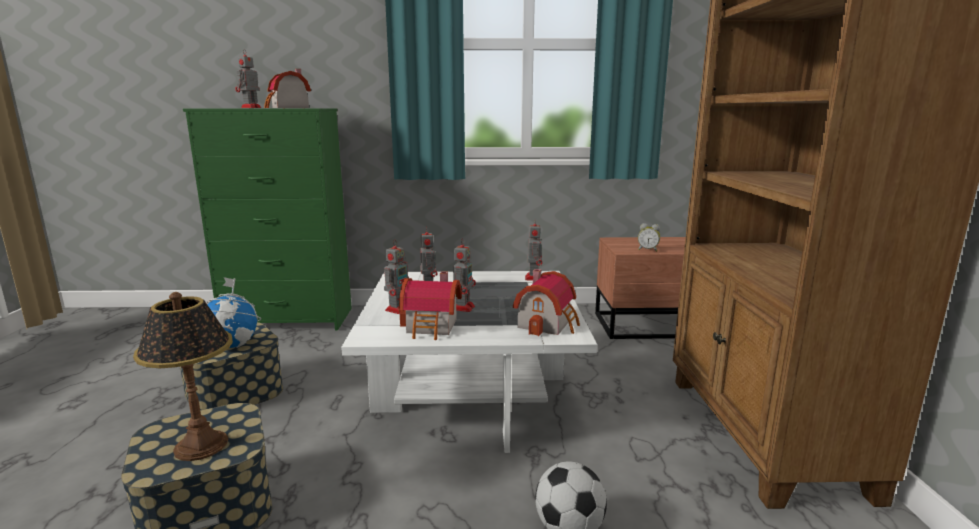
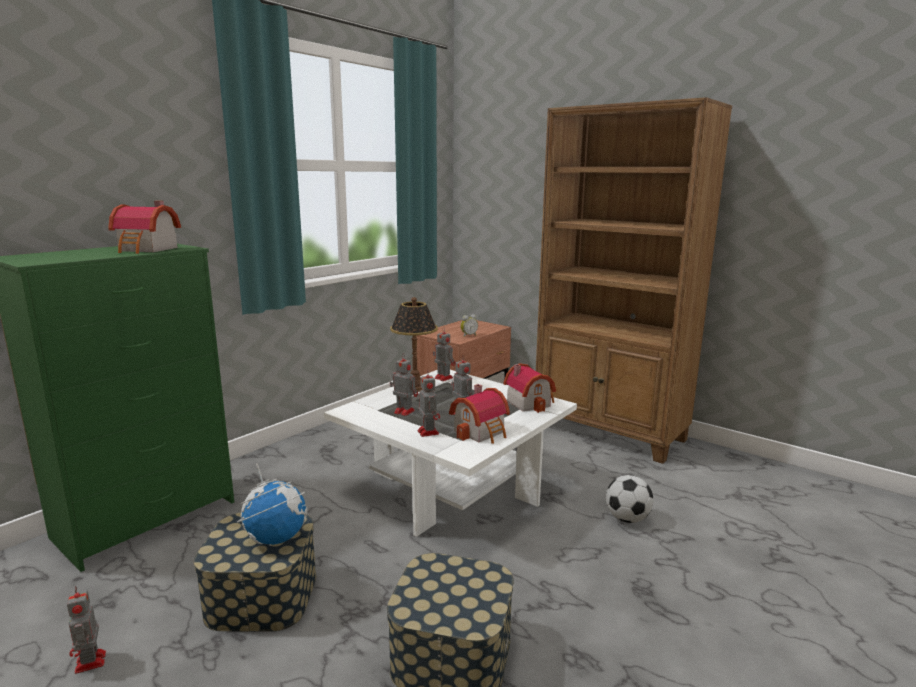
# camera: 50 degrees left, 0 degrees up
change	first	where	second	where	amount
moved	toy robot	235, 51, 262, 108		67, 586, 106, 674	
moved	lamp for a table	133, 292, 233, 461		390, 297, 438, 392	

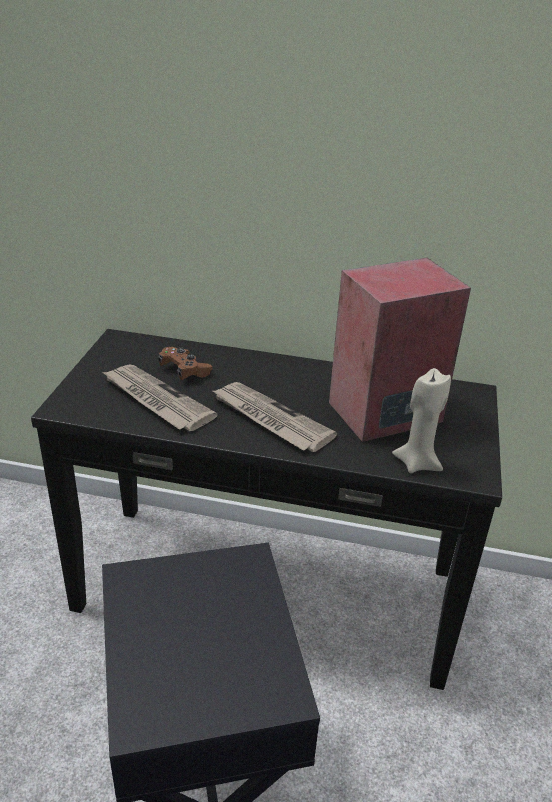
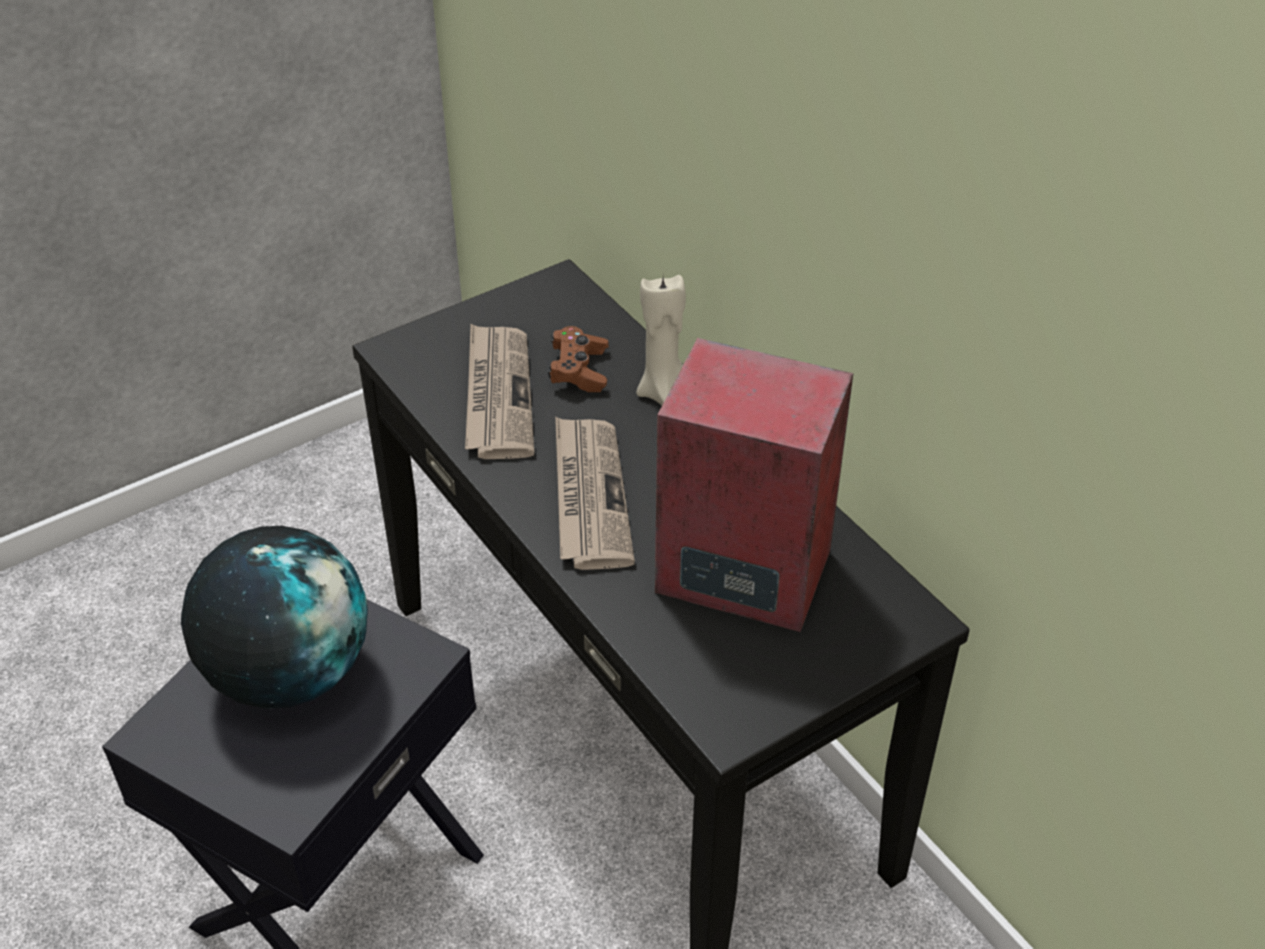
# camera: 45 degrees right, 10 degrees up
change	first	where	second	where	amount
moved	wax candle (beige)	392, 368, 451, 473		636, 275, 686, 406	
added			world globe	181, 526, 368, 709	

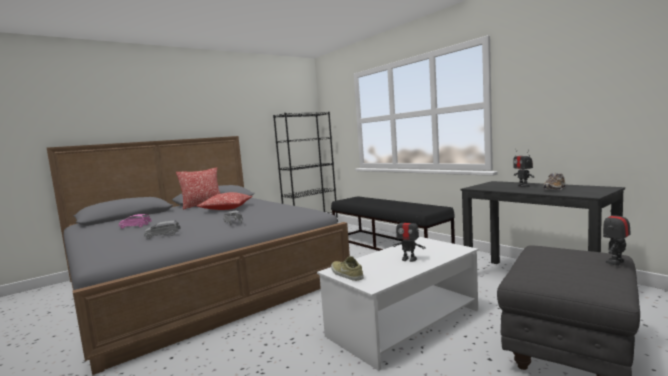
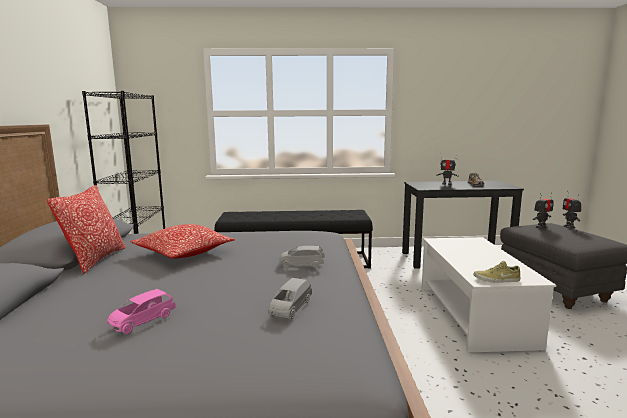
# camera: 55 degrees left, 5 degrees up
change	first	where	second	where	amount
moved	toy robot	394, 214, 426, 262		533, 193, 554, 229	

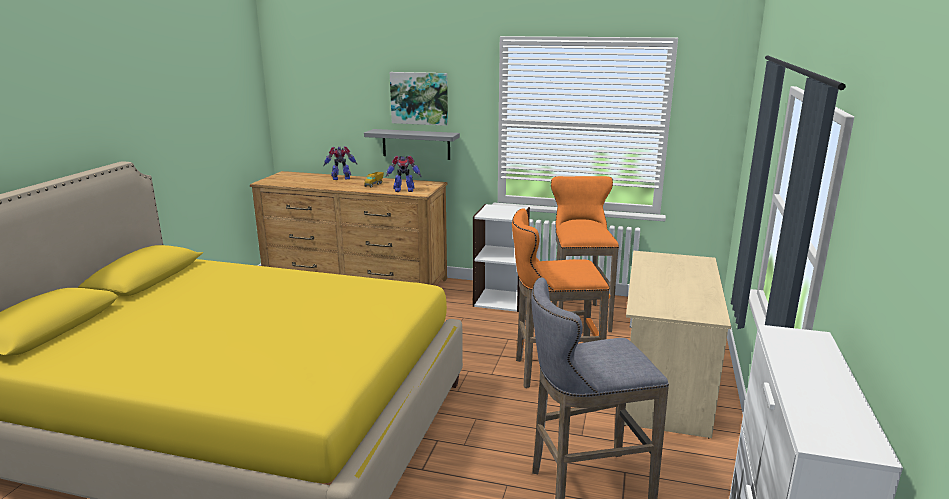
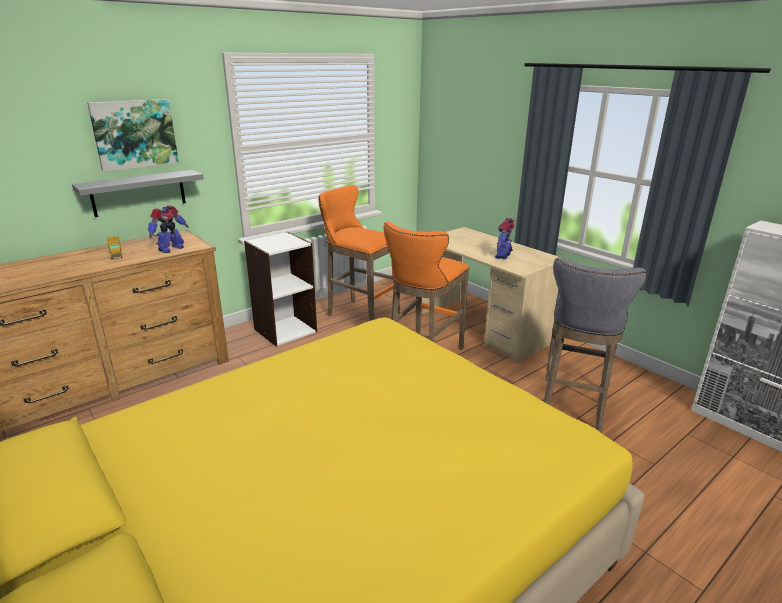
# camera: 55 degrees left, 5 degrees up
change	first	where	second	where	amount
moved	toy robot	324, 146, 357, 180		495, 218, 515, 260	

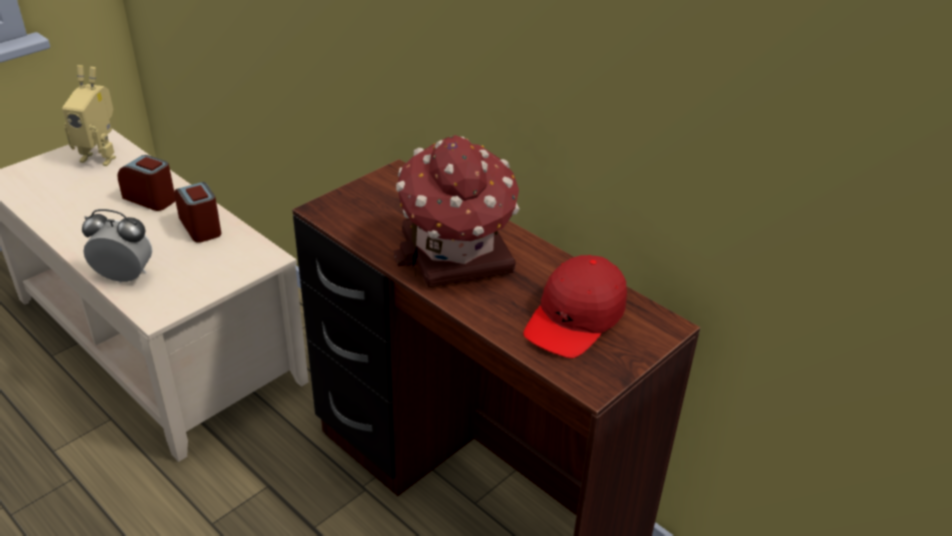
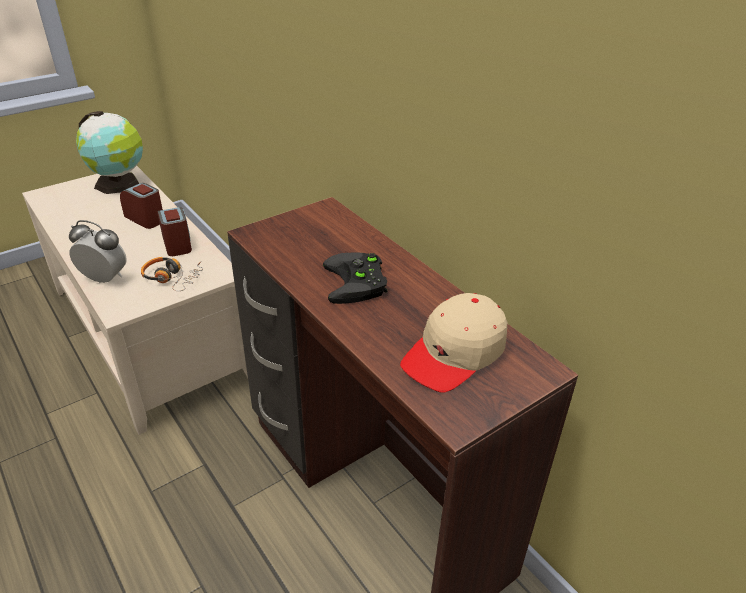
# camera: 10 degrees right, 0 degrees up
change	first	where	second	where	amount
replaced	toy robot	62, 65, 116, 166	world globe	76, 111, 143, 194	
replaced	miniature house	393, 135, 520, 287	game controller (black-coloured)	323, 252, 387, 304	
recoloured	cap (red)	523, 255, 627, 358	cap (beige)	400, 293, 508, 393	
added			headphones	141, 257, 203, 291	

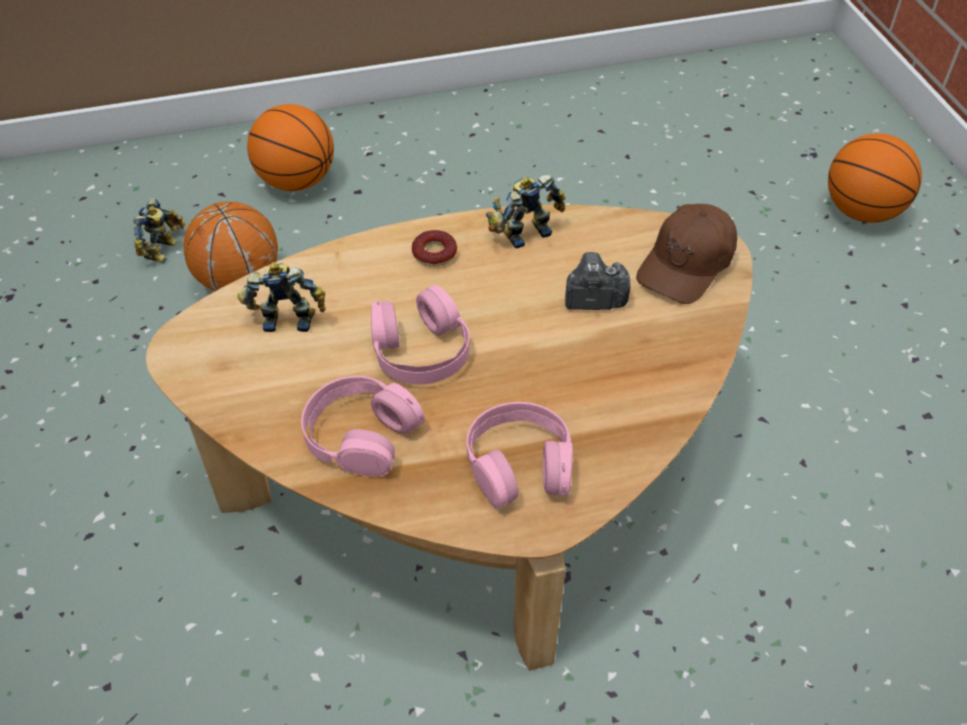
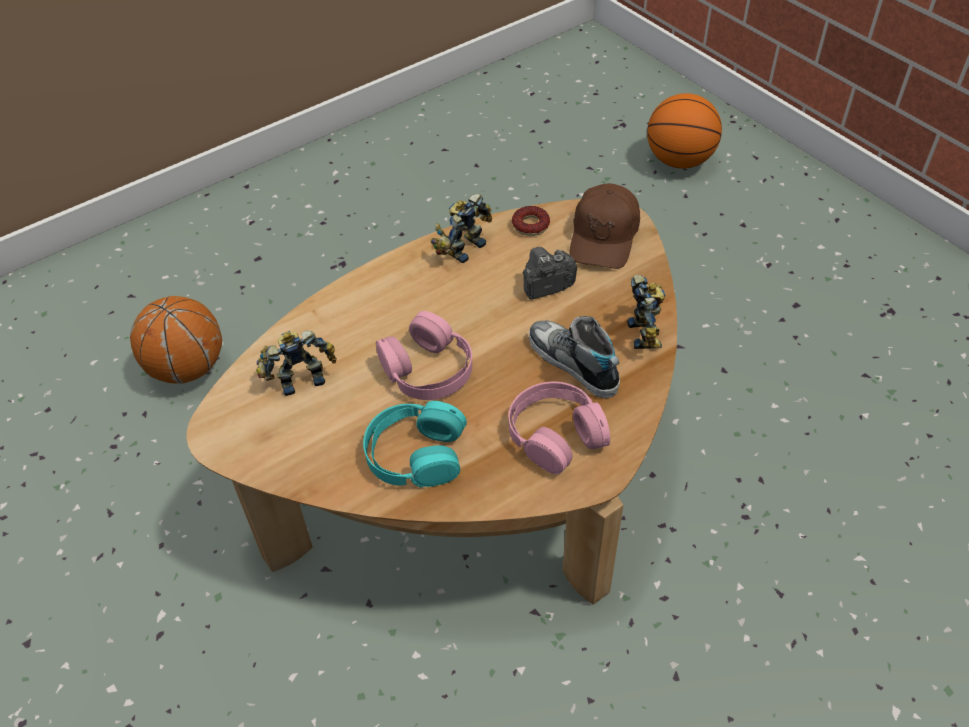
# camera: 20 degrees left, 0 degrees up
change	first	where	second	where	amount
removed	basketball	247, 104, 334, 191			
moved	toy robot	133, 198, 185, 263		627, 274, 665, 349	
moved	ring doughnut	412, 230, 457, 267		512, 206, 550, 236	
recoloured	headphones (pink)	301, 376, 425, 477	headphones (blue-green)	363, 401, 467, 487	
added			shoe	529, 316, 620, 399	

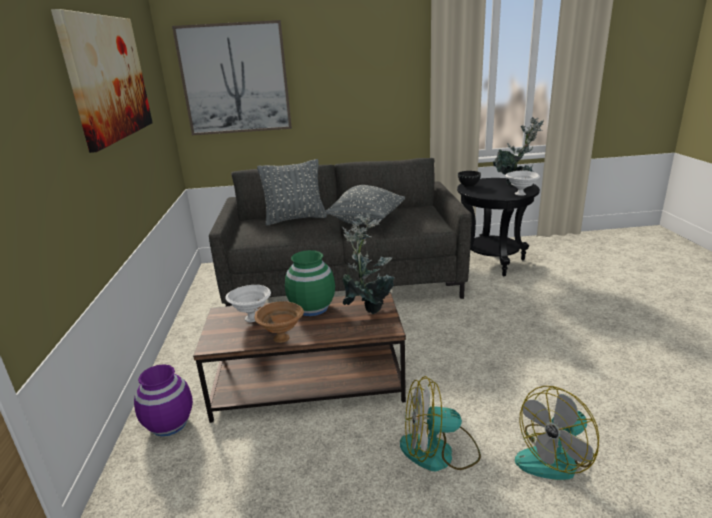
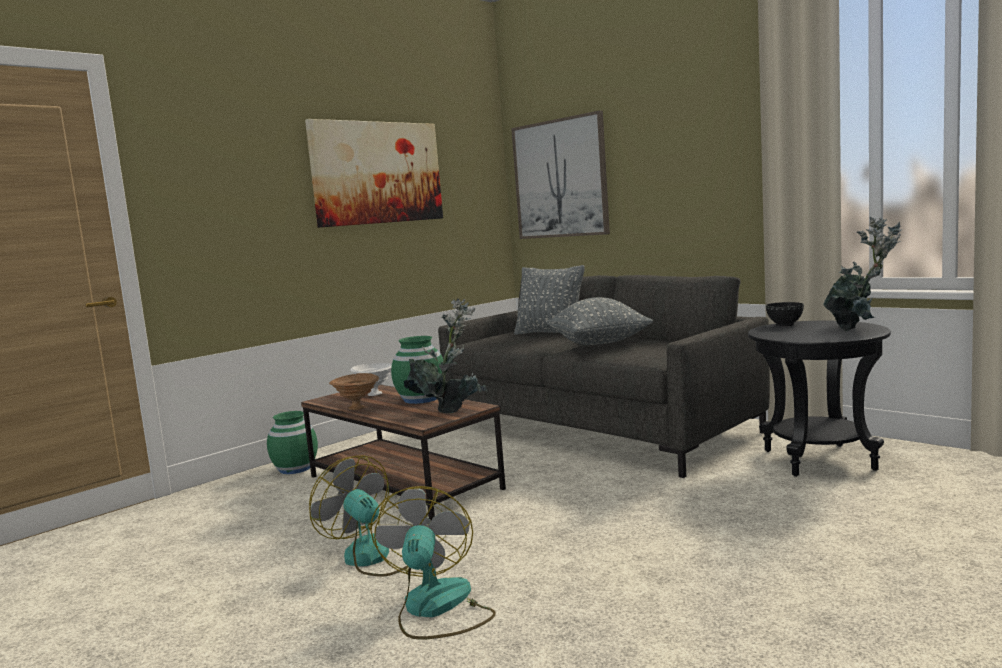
# camera: 50 degrees right, 15 degrees down
change	first	where	second	where	amount
removed	bowl (white)	505, 170, 540, 196			
recoloured	flower vase (purple)	134, 364, 193, 437	flower vase (green)	267, 411, 318, 474	
turned	fan	515, 386, 599, 480		370, 486, 496, 639	75 degrees clockwise

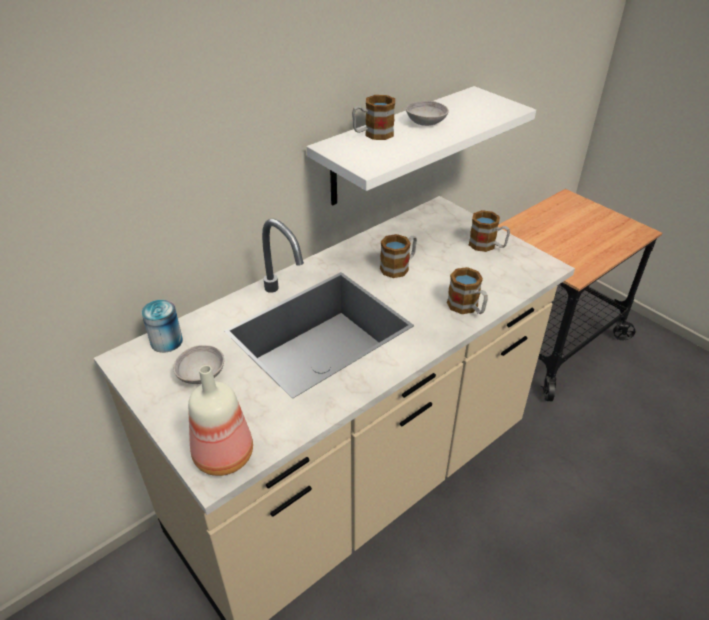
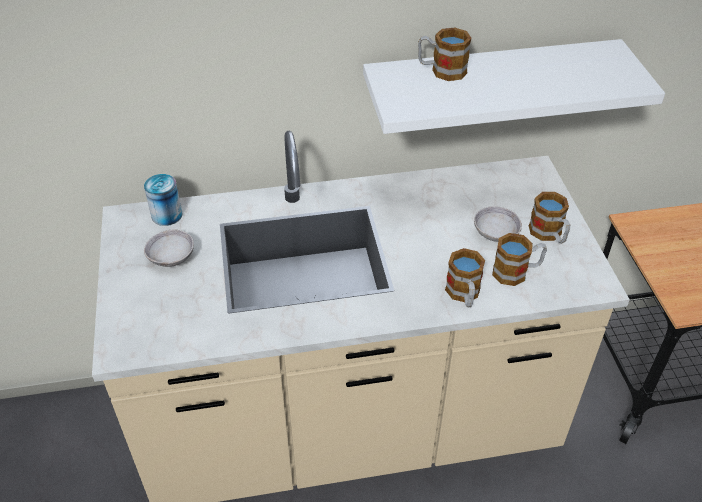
# camera: 30 degrees right, 5 degrees up
change	first	where	second	where	amount
moved	bowl (gray)	406, 101, 449, 126		474, 206, 522, 242	
moved	tea mug	380, 234, 417, 278		492, 233, 547, 286	
removed	bottle	188, 365, 253, 476			

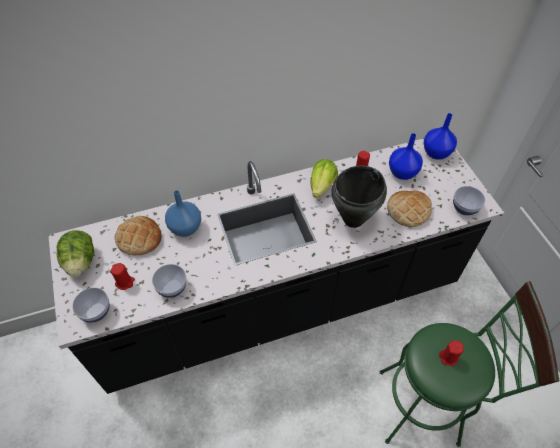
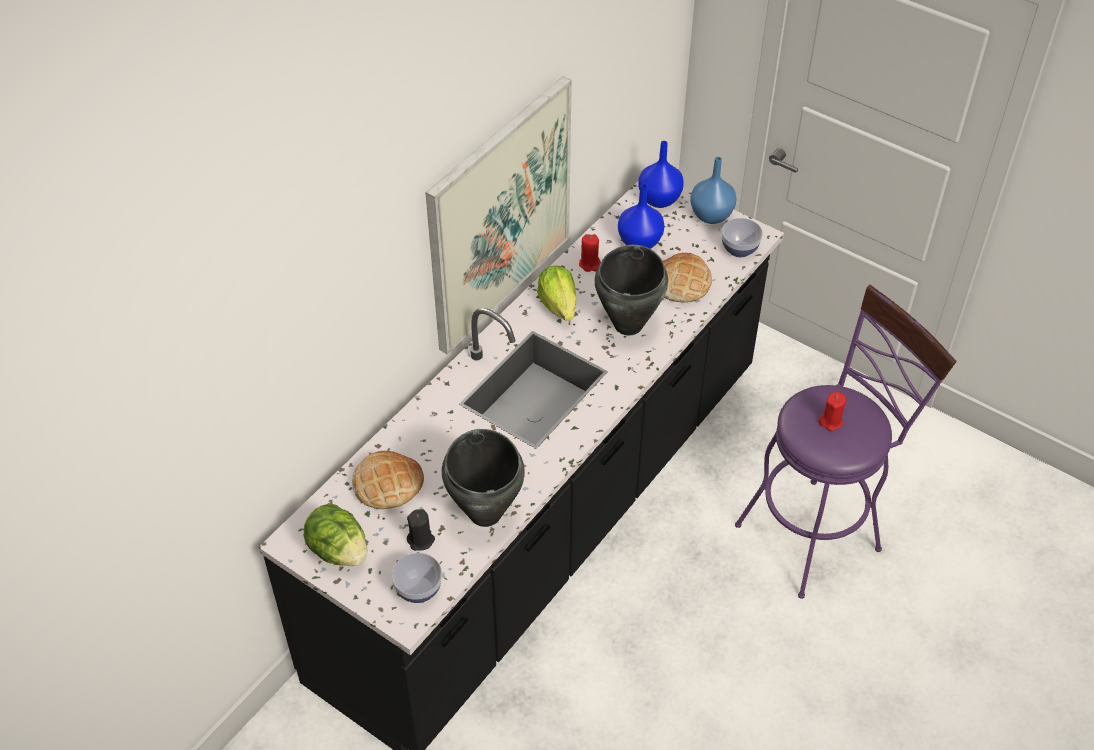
# camera: 35 degrees left, 5 degrees down
change	first	where	second	where	amount
moved	flower vase (bluish)	165, 190, 201, 237		690, 157, 737, 224	
recoloured	wax candle (red)	110, 263, 135, 290	wax candle (black-coloured)	407, 509, 435, 551	
replaced	bowl	152, 264, 187, 298	stockpot (black-coloured)	442, 429, 525, 527	
recoloured	stool (green)	380, 281, 559, 447	stool (purple)	735, 285, 956, 599	
added			wall picture	426, 76, 572, 354	

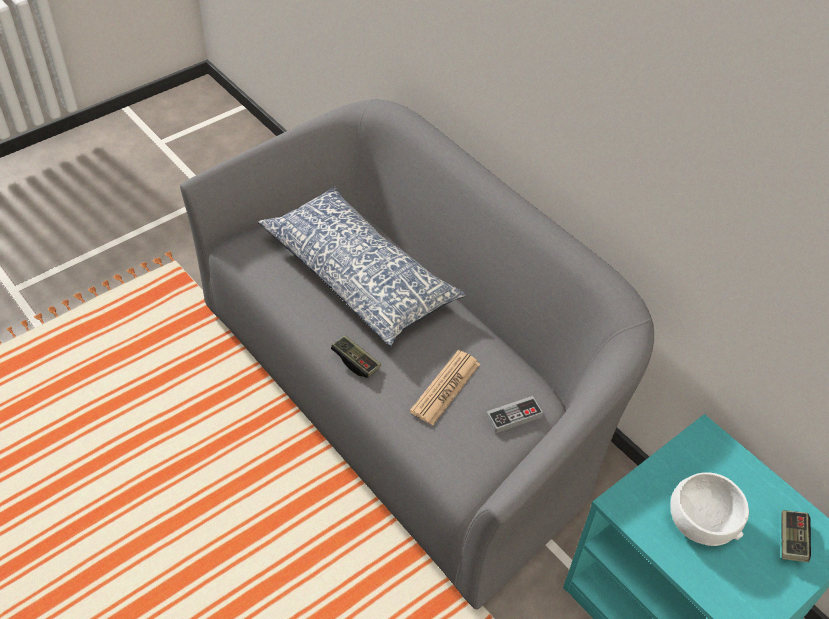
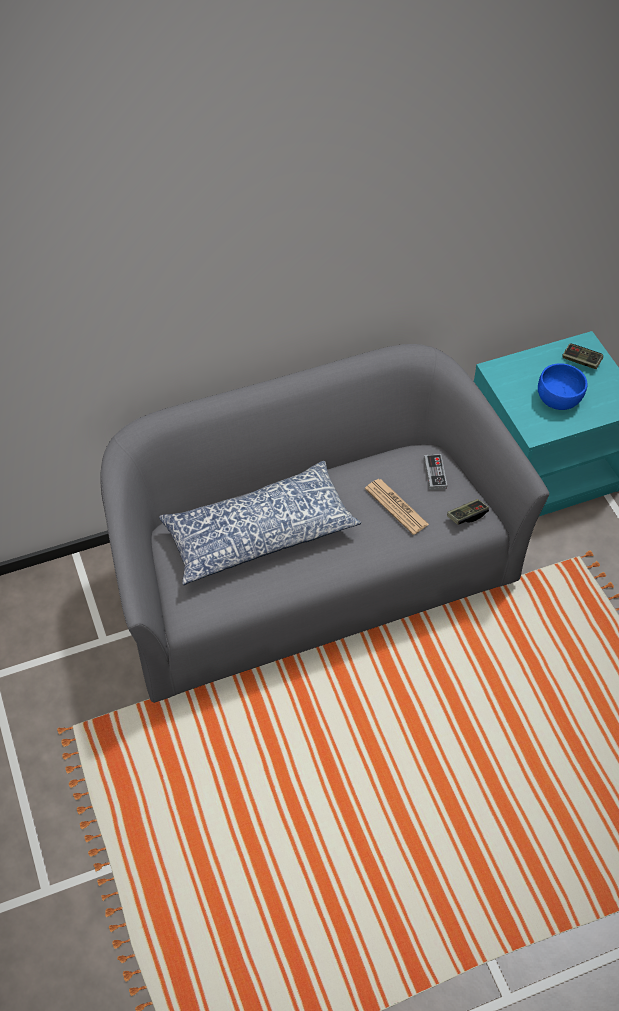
# camera: 70 degrees left, 5 degrees up
change	first	where	second	where	amount
moved	game controller	331, 335, 381, 378		447, 499, 489, 525	
recoloured	bowl (white)	670, 472, 749, 546	bowl (bluish)	538, 363, 587, 410	

